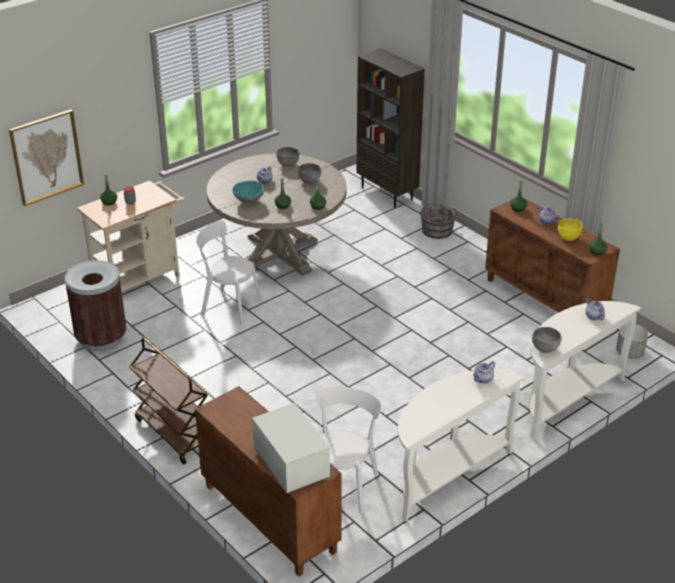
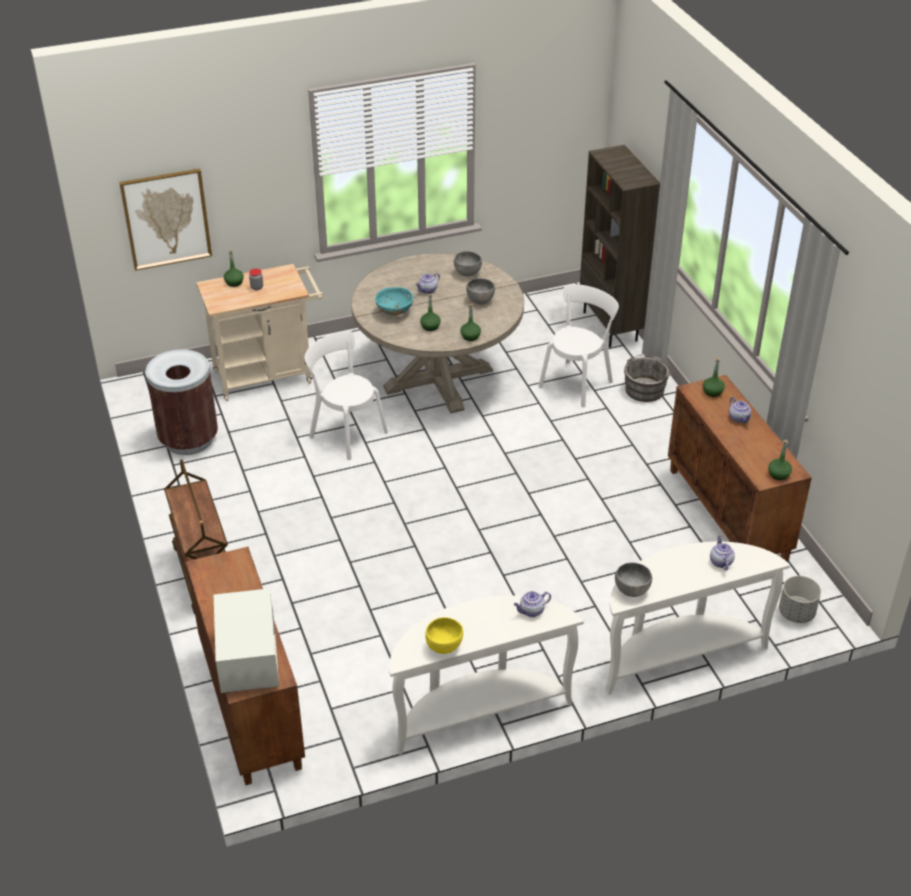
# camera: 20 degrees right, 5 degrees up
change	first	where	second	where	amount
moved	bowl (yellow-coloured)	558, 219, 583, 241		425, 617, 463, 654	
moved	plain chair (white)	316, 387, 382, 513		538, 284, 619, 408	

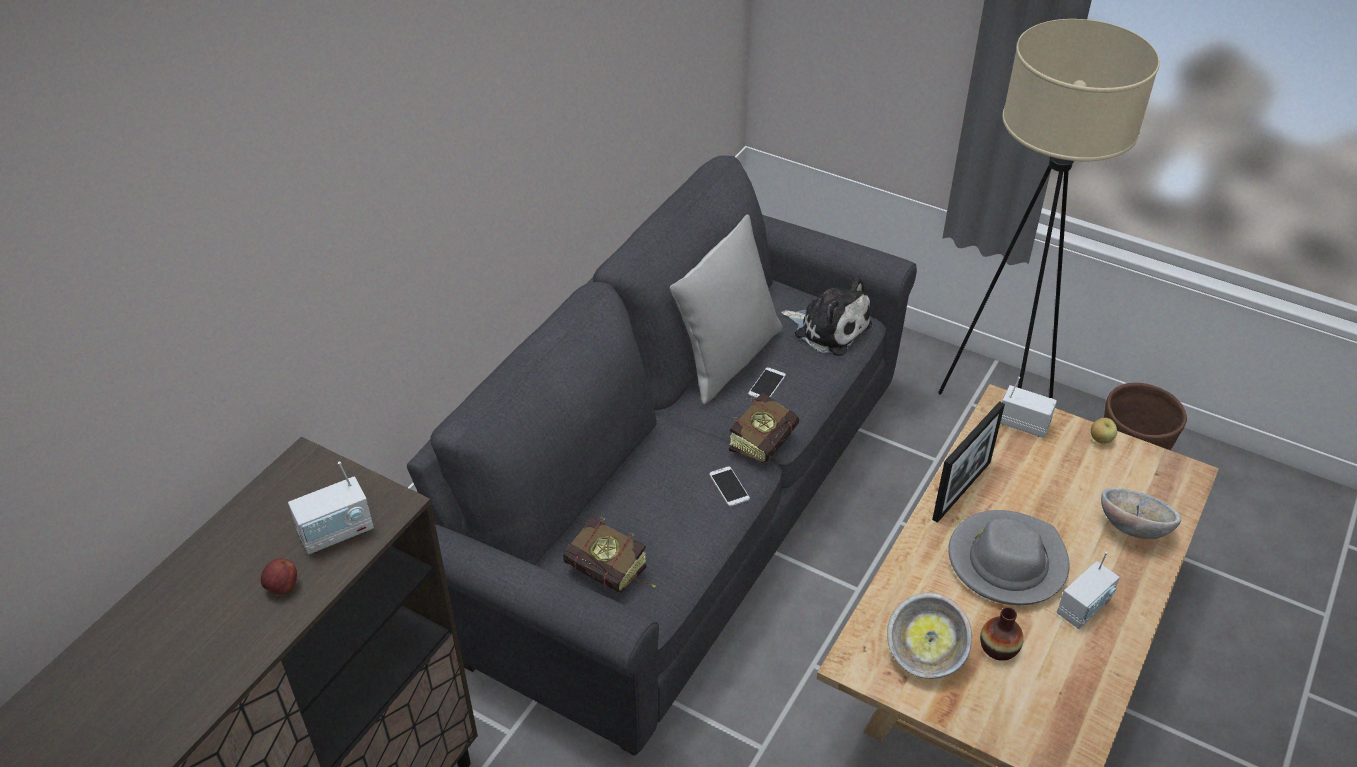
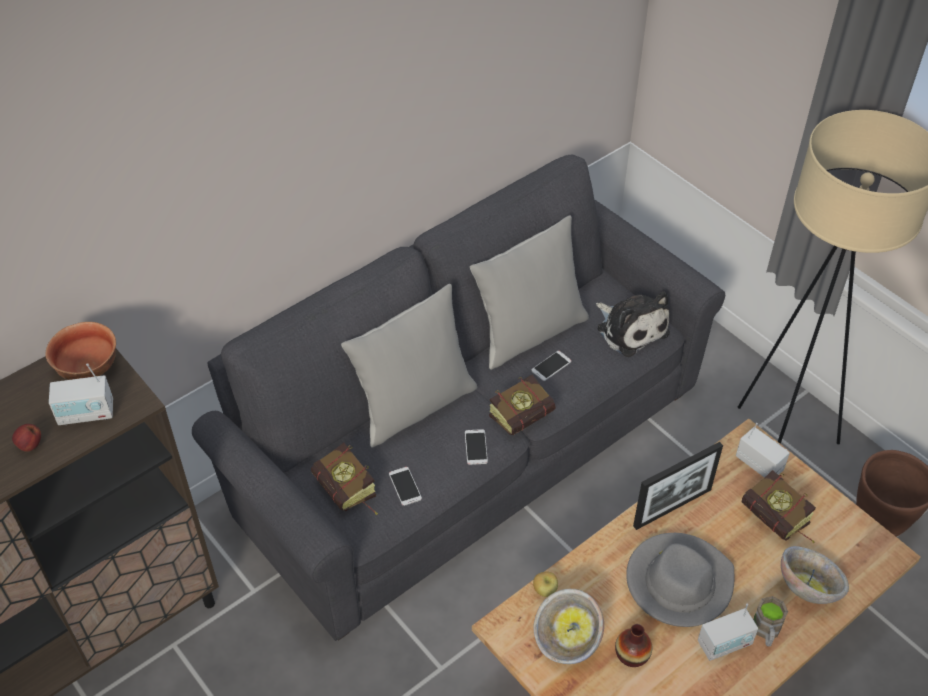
# camera: 20 degrees right, 5 degrees up
change	first	where	second	where	amount
moved	apple	1091, 418, 1117, 444		533, 571, 558, 597	
added			cushion (gray)	341, 284, 477, 448	
added			bowl	45, 322, 116, 380	
added			phone	389, 467, 422, 506	
added			book	742, 470, 816, 543	
added			tea mug (brownish)	753, 596, 788, 646	

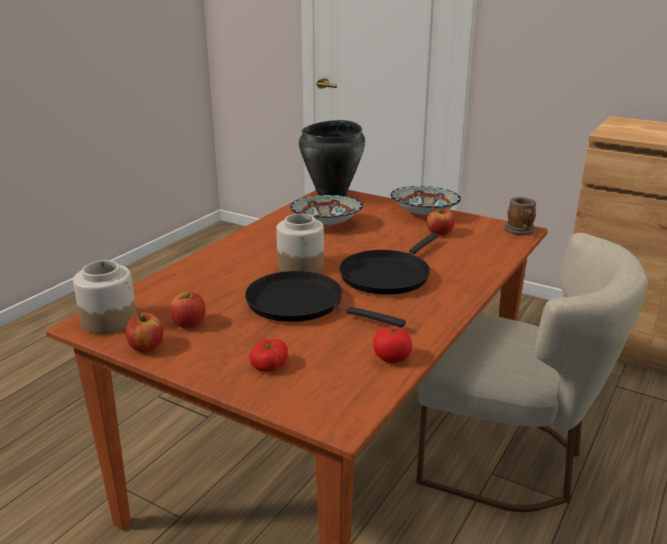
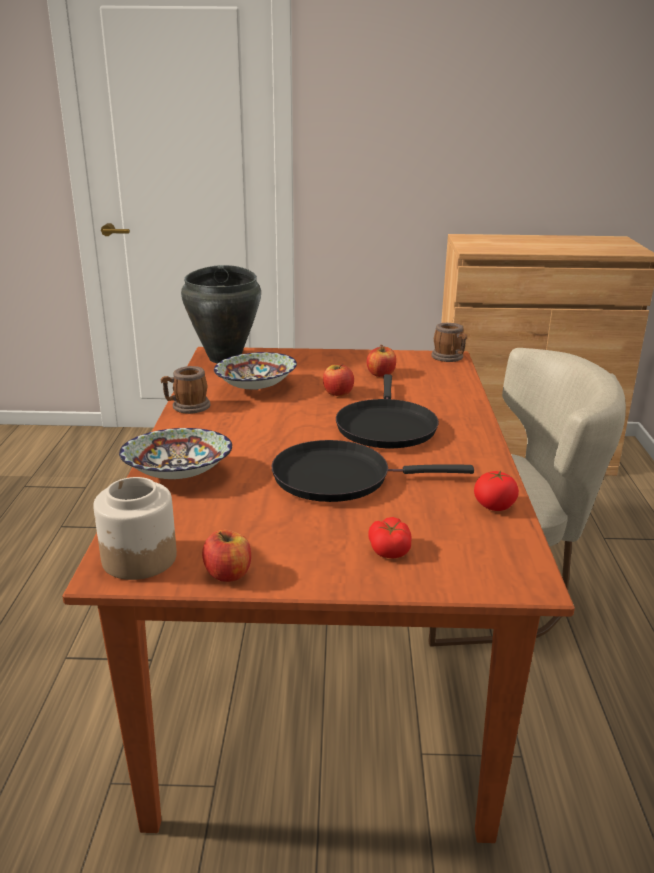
# camera: 30 degrees left, 0 degrees up
change	first	where	second	where	amount
moved	bowl	391, 186, 461, 216		119, 428, 232, 479	
removed	storage jar	276, 214, 324, 273			
moved	apple	170, 292, 206, 329		323, 363, 354, 396	
added			tea mug	161, 366, 210, 414	

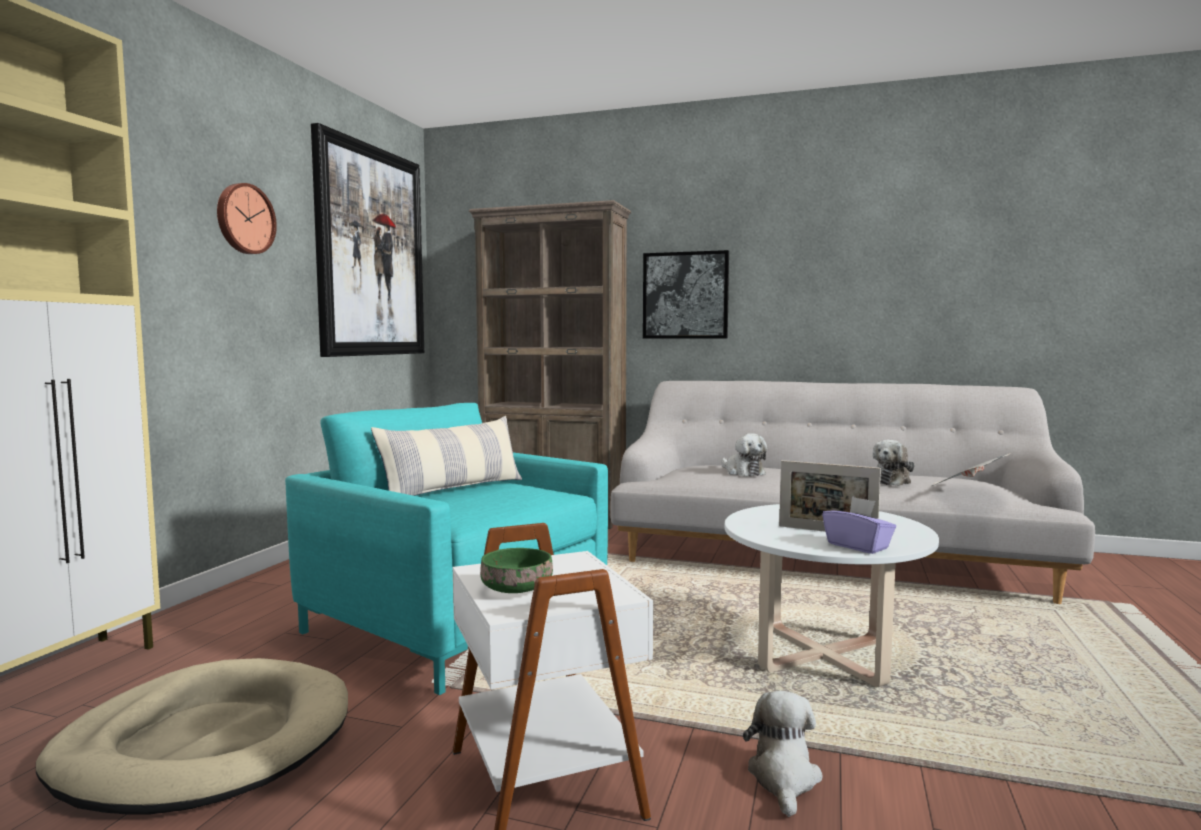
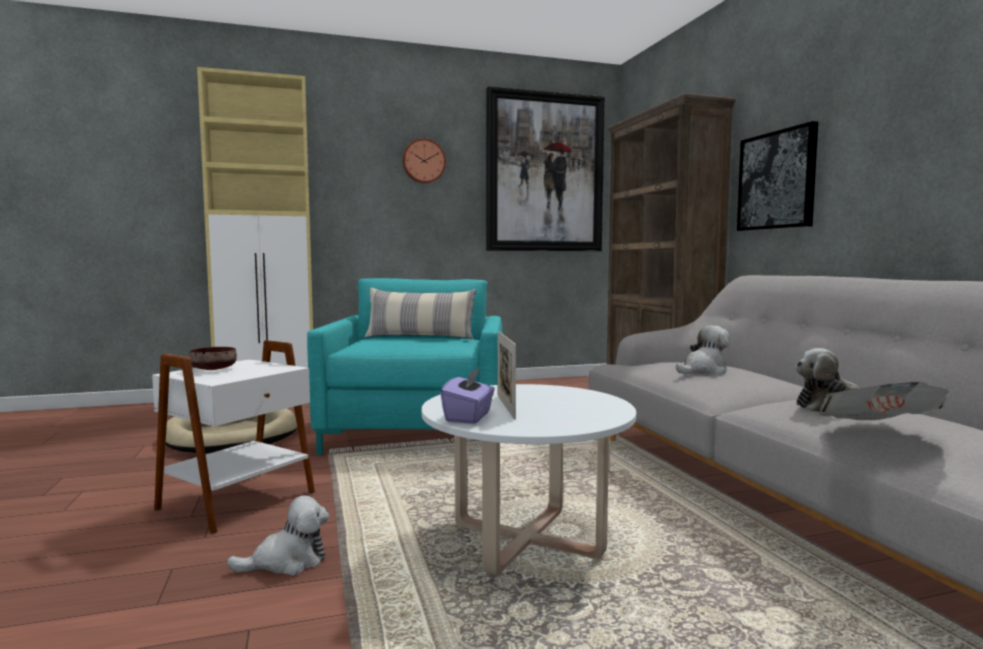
# camera: 55 degrees right, 0 degrees up
change	first	where	second	where	amount
turned	soft toy	721, 433, 768, 477		676, 326, 731, 374	150 degrees counterclockwise
recoloured	bowl (green)	480, 548, 553, 593	bowl (brownish)	189, 347, 237, 370	

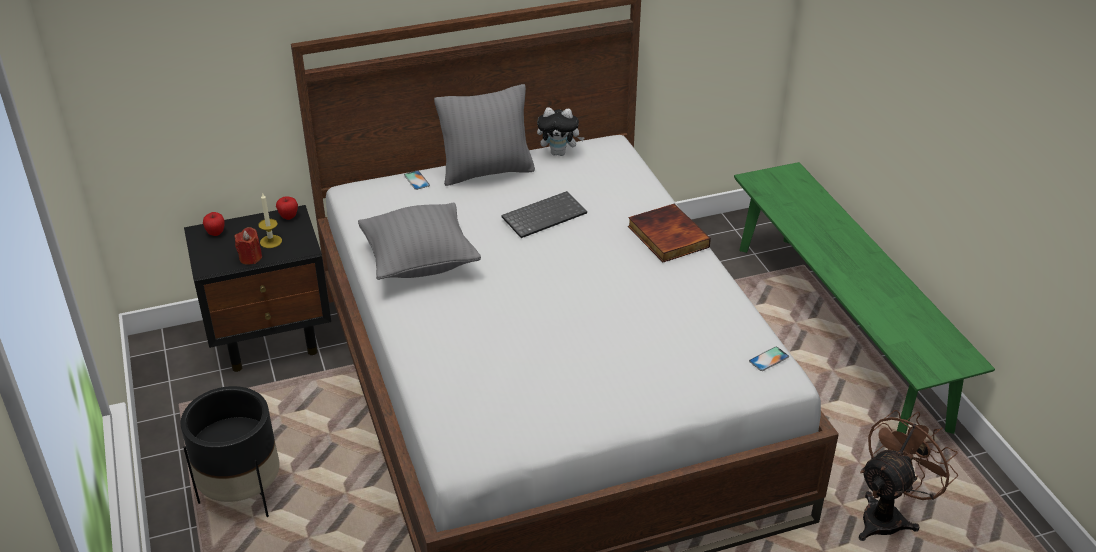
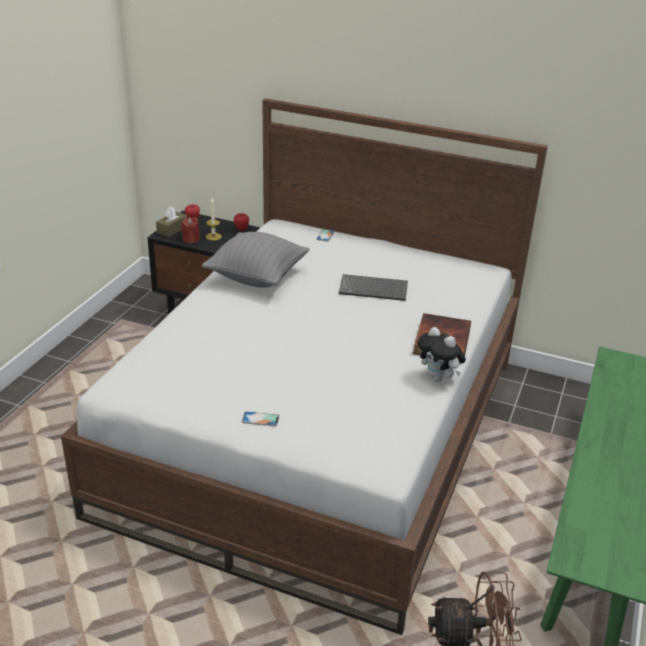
# camera: 40 degrees right, 5 degrees down
change	first	where	second	where	amount
removed	cushion (gray)	434, 84, 535, 186			
moved	soft toy	537, 107, 585, 156		417, 327, 466, 382	
moved	phone	749, 347, 789, 371		242, 411, 279, 426	
removed	flower pot (black-coloured)	180, 386, 280, 518			
added			box of tissues (brownish)	156, 206, 187, 237	

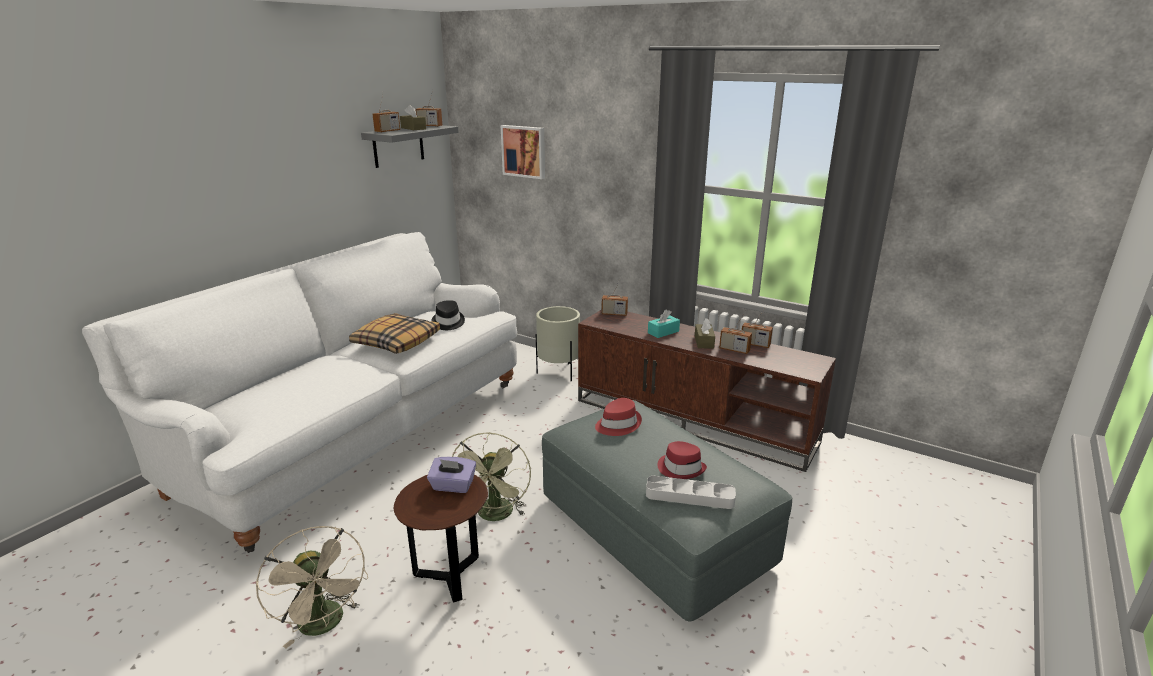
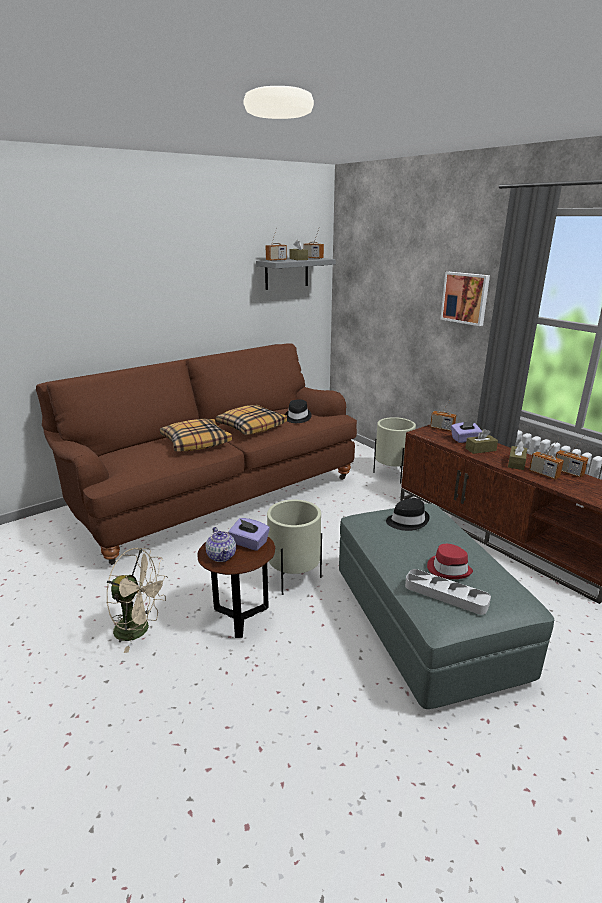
# camera: 20 degrees right, 0 degrees up
change	first	where	second	where	amount
moved	wall picture	501, 125, 545, 179		440, 272, 490, 326	
recoloured	couch (white)	82, 232, 517, 553	couch (brownish)	36, 344, 357, 565	
recoloured	box of tissues (blue-green)	648, 310, 680, 338	box of tissues (brownish)	465, 429, 498, 454	
recoloured	clothing hat (red)	595, 398, 642, 436	clothing hat (black-coloured)	386, 498, 430, 531	
replaced	fan (green)	452, 432, 531, 521	flower pot (beige)	267, 500, 322, 595	
turned	fan (beige)	256, 526, 368, 648		106, 548, 168, 653	60 degrees counterclockwise
added			cushion	160, 419, 232, 451	
added			box of tissues (purple)	451, 421, 482, 443	
added			tea pot	206, 527, 236, 562	

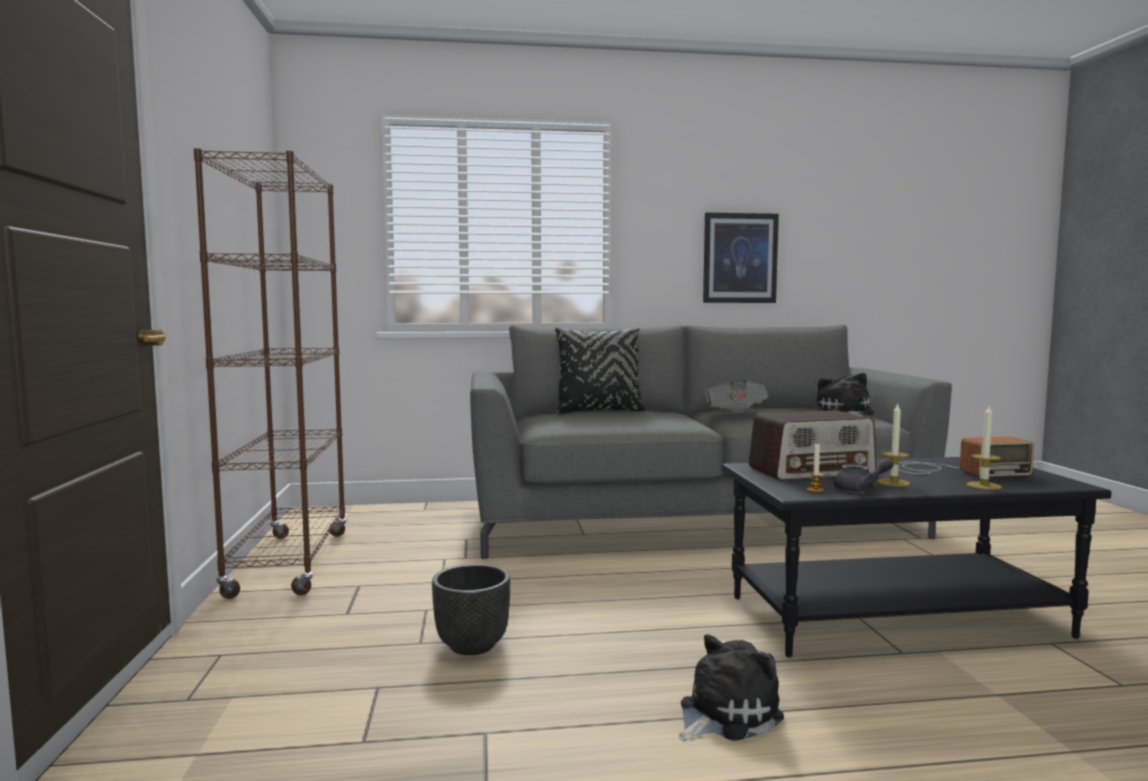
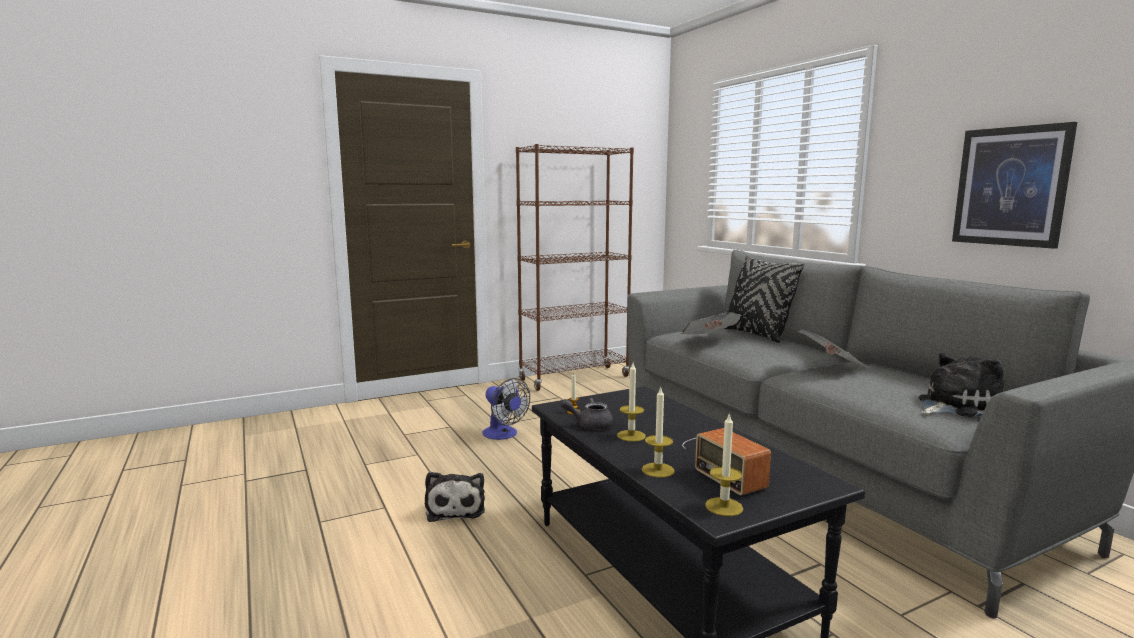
# camera: 70 degrees right, 5 degrees up
change	first	where	second	where	amount
removed	radio	748, 410, 877, 480			
turned	tea pot (gray)	834, 458, 894, 493		561, 398, 613, 430	120 degrees clockwise
replaced	flower pot (black-coloured)	432, 564, 510, 655	fan	482, 378, 530, 440	
turned	soft toy	679, 634, 784, 741		425, 472, 485, 522	45 degrees clockwise
added			daily paper	680, 312, 742, 335	
added			wax candle	705, 412, 743, 516	

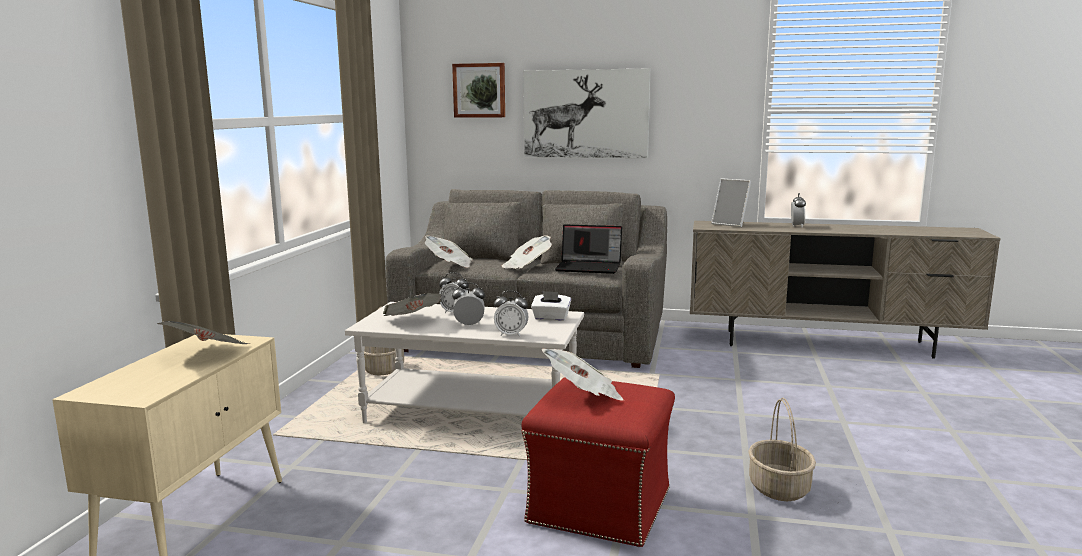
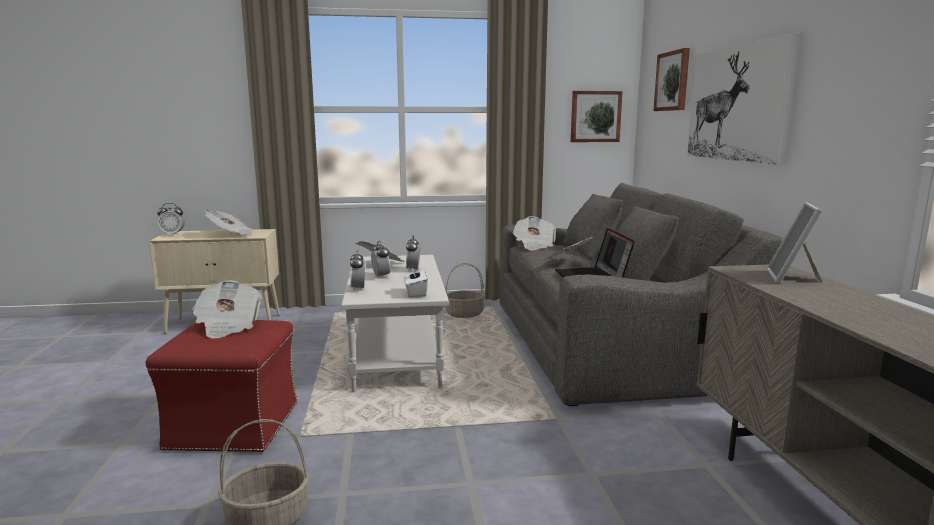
# camera: 70 degrees right, 0 degrees up
change	first	where	second	where	amount
moved	alarm clock	791, 193, 806, 227		157, 203, 185, 235	
added			wall picture	571, 91, 623, 142	

